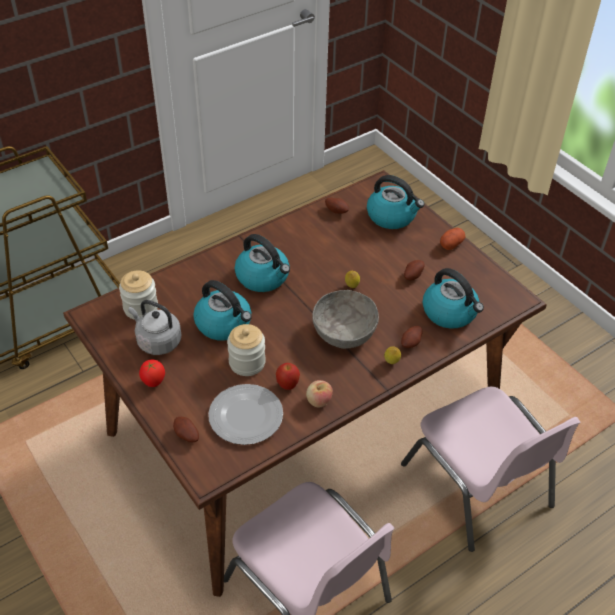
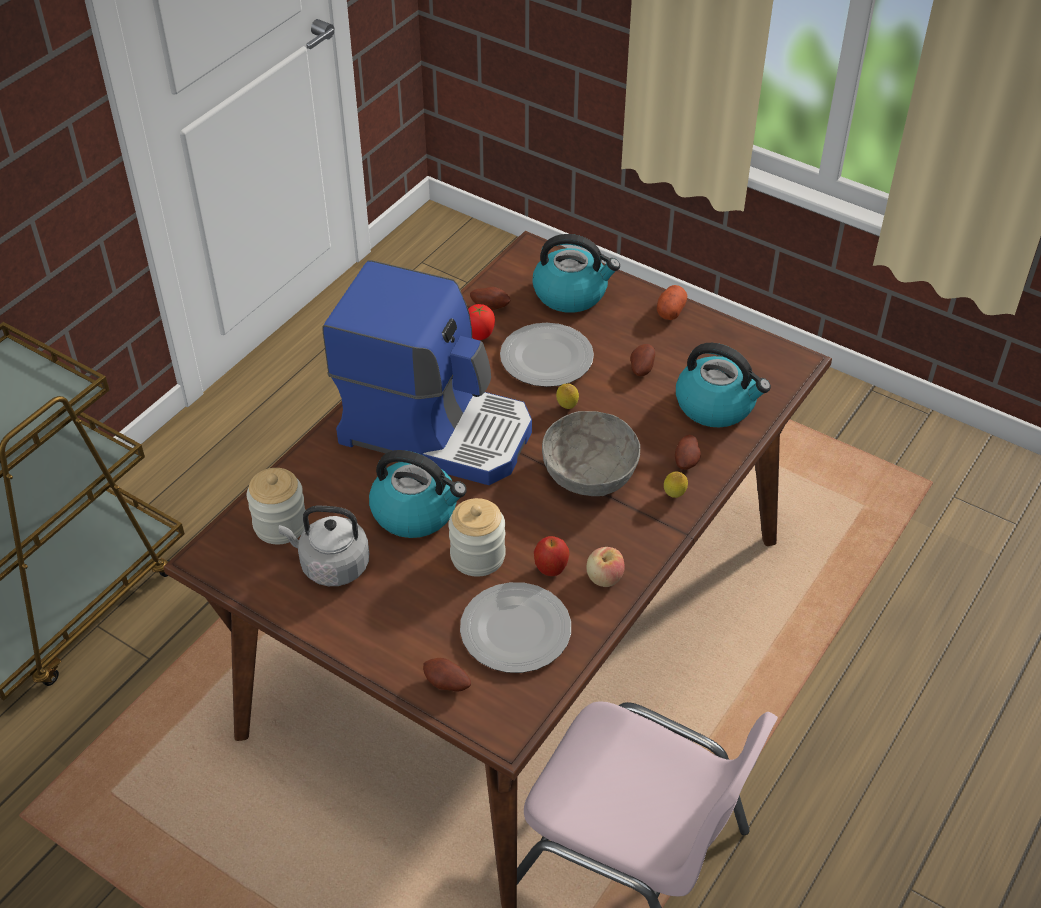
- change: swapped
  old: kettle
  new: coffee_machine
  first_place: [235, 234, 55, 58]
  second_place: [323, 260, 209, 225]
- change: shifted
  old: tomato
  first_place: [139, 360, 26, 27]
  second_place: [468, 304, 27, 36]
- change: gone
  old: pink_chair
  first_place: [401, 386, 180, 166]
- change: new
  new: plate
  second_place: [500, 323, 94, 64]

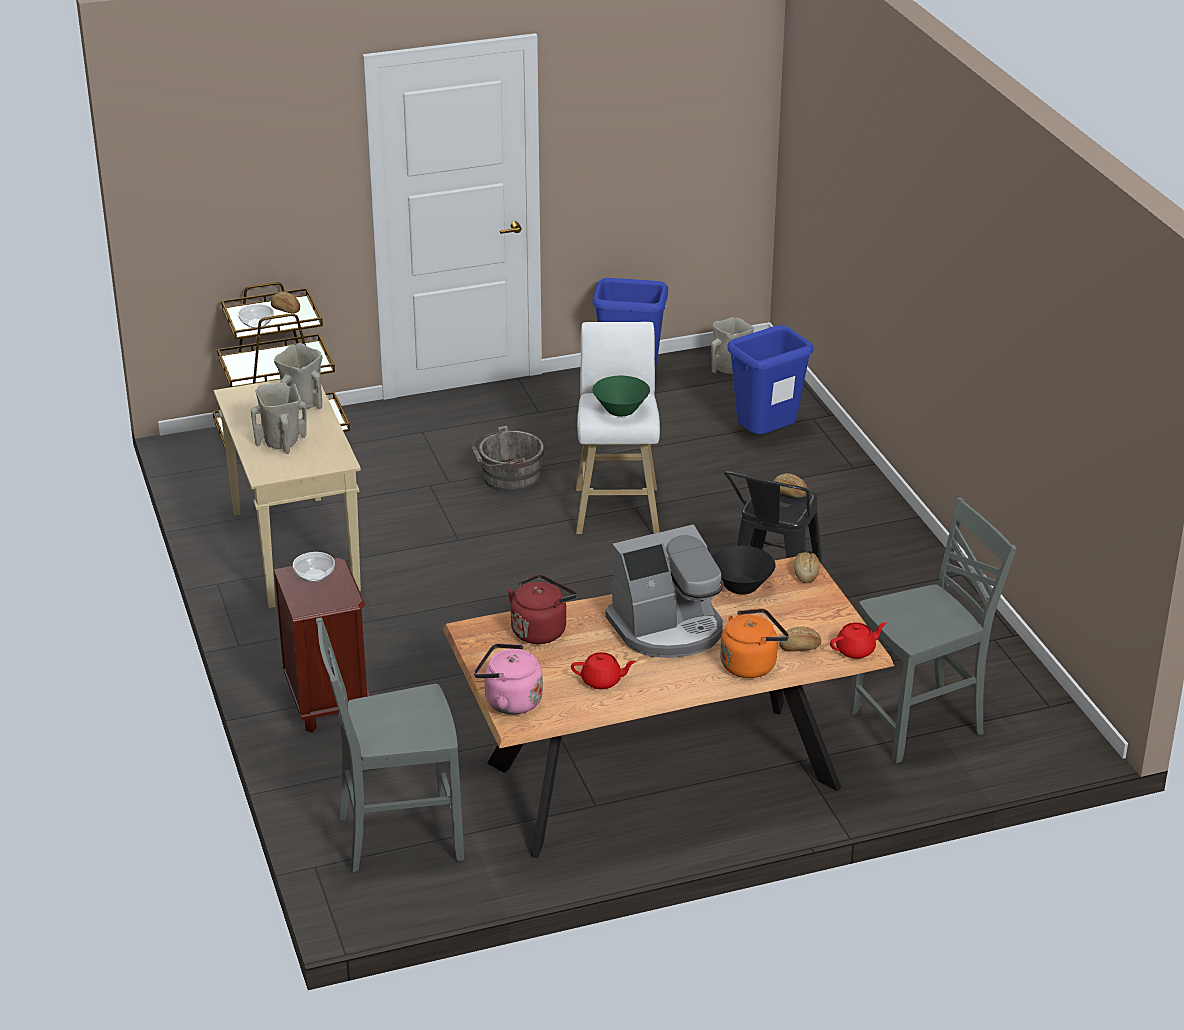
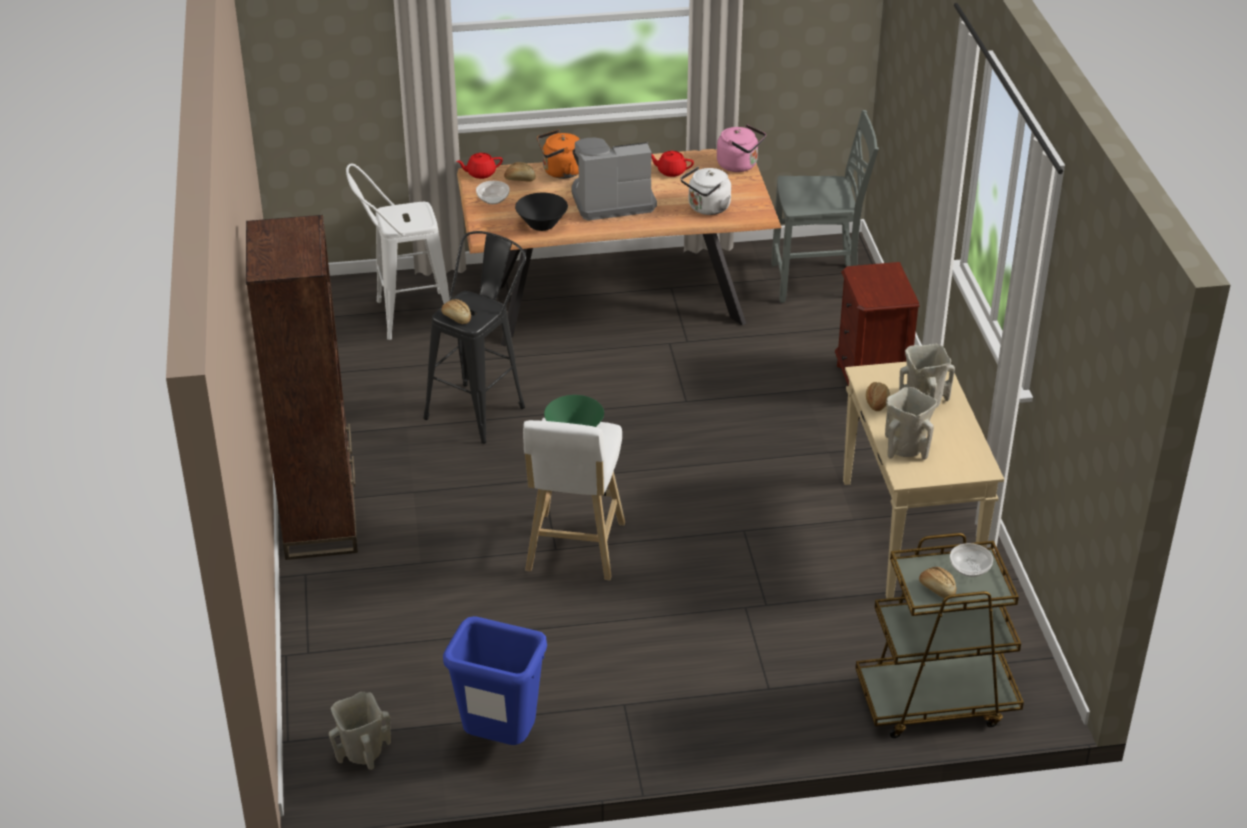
- change: gone
  old: blue_trash_can
  first_place: [727, 325, 86, 109]
- change: gone
  old: grey_bucket
  first_place: [471, 426, 73, 67]
- change: swapped
  old: grey_chair
  new: white_stool
  first_place: [849, 497, 168, 266]
  second_place: [346, 164, 104, 176]
- change: shifted
  old: bowl
  first_place: [293, 552, 42, 30]
  second_place: [476, 181, 34, 23]
- change: shifted
  old: bread
  first_place: [794, 552, 26, 32]
  second_place: [866, 382, 24, 29]
- change: repainted
  old: red_kettle
  new: white_kettle
  first_place: [508, 575, 69, 69]
  second_place: [681, 166, 50, 49]
- change: new
  new: brown_bookcase
  second_place: [246, 215, 112, 345]

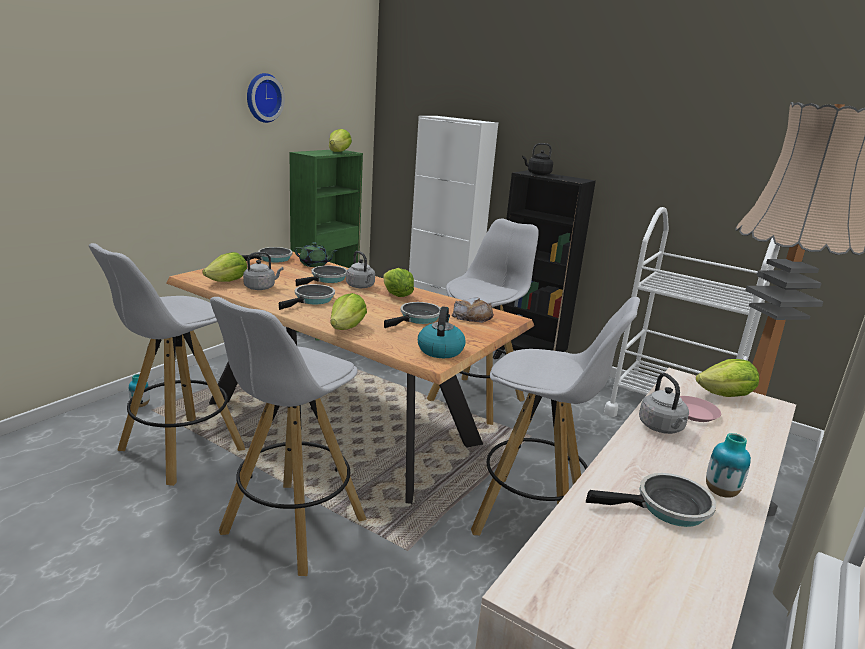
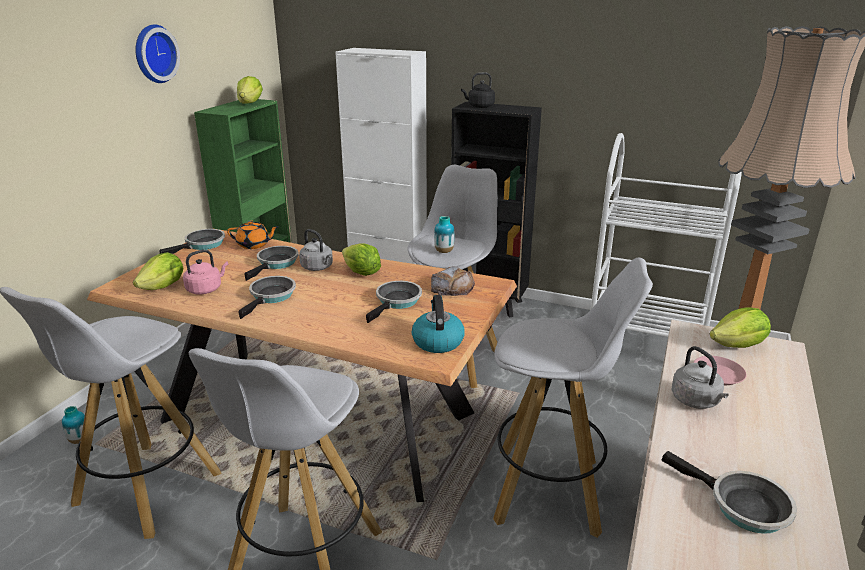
- change: repainted
  old: green_teapot
  new: orange_teapot
  first_place: [294, 242, 43, 25]
  second_place: [227, 220, 52, 29]
- change: repainted
  old: grey_kettle
  new: pink_kettle
  first_place: [243, 252, 41, 38]
  second_place: [183, 250, 45, 44]
- change: gone
  old: lettuce
  first_place: [330, 293, 37, 37]
- change: shifted
  old: vase
  first_place: [706, 433, 45, 65]
  second_place: [434, 216, 21, 37]
- change: rotated
  old: frying_pan
  first_place: [586, 473, 130, 54]
  second_place: [661, 451, 136, 83]
  degrees: 60

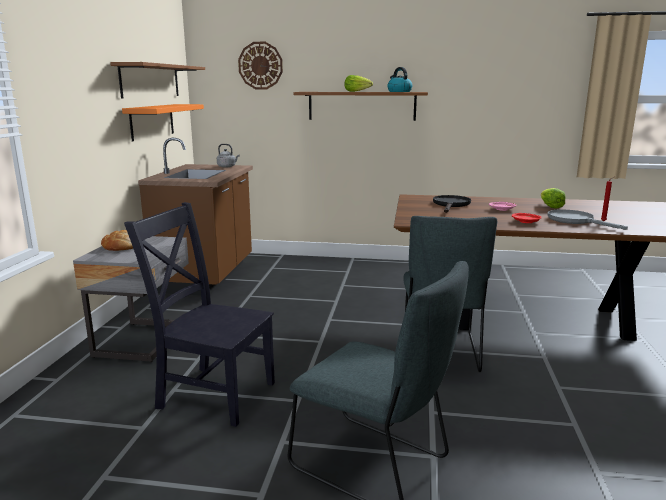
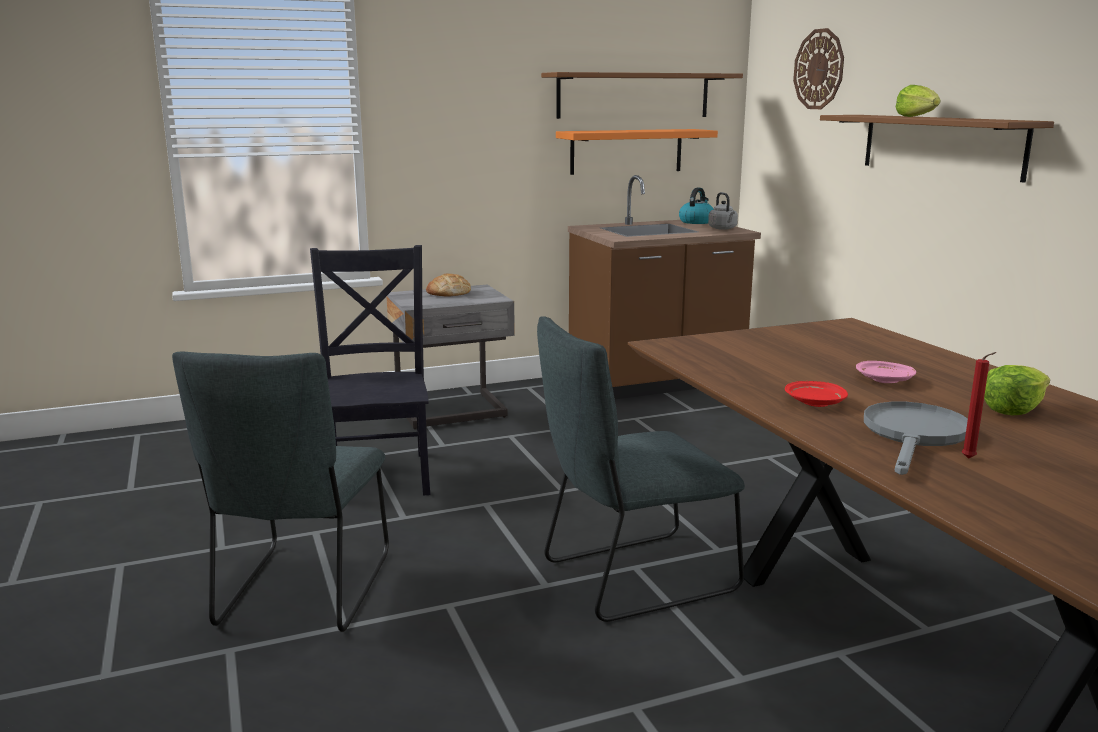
- change: shifted
  old: kettle
  first_place: [387, 67, 25, 25]
  second_place: [679, 188, 35, 36]
- change: gone
  old: black_frying_pan
  first_place: [433, 195, 38, 18]

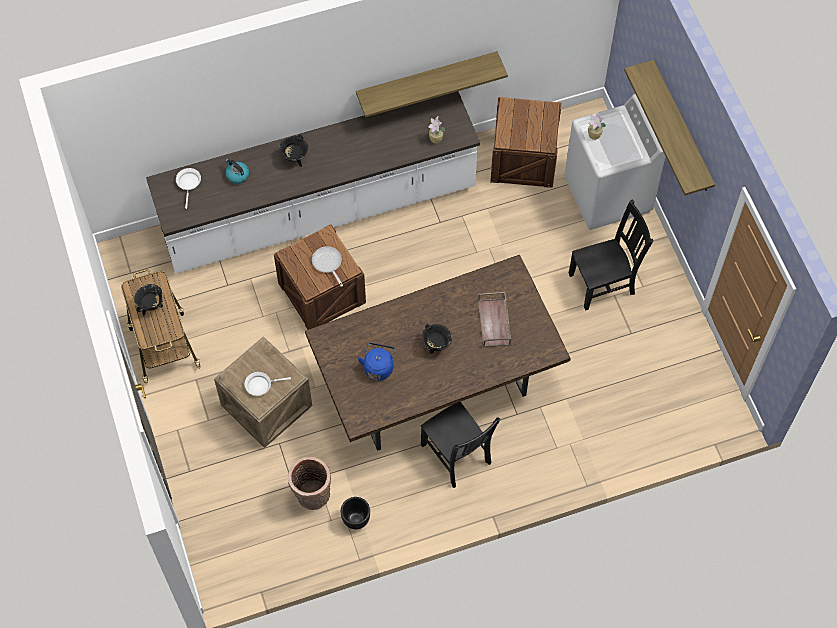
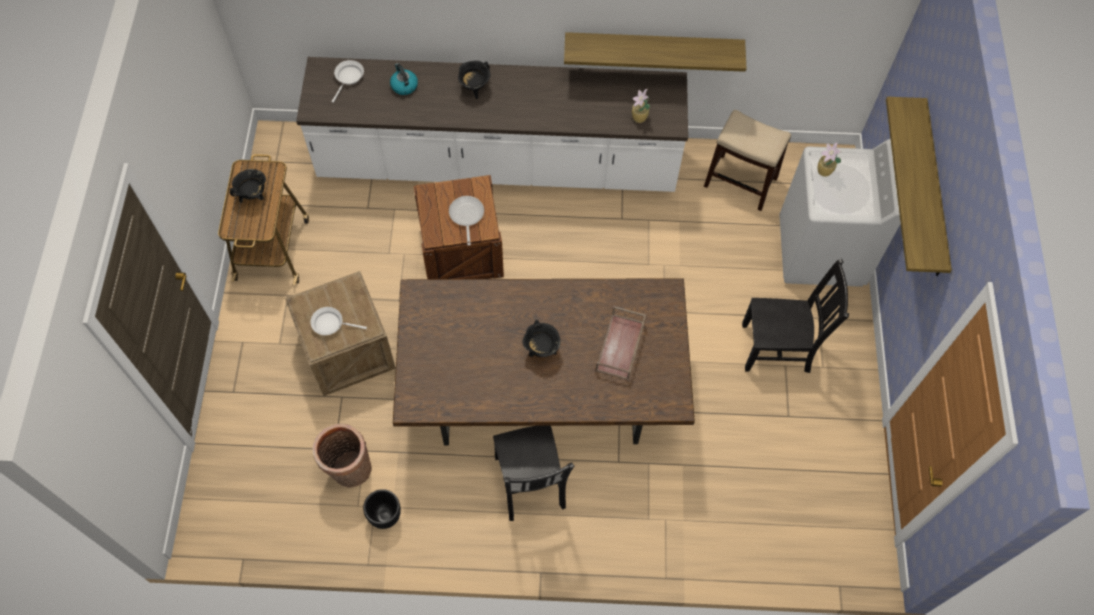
- change: swapped
  old: crate
  new: stool
  first_place: [490, 97, 71, 91]
  second_place: [704, 110, 87, 101]
- change: gone
  old: blue_kettle
  first_place: [357, 343, 38, 38]

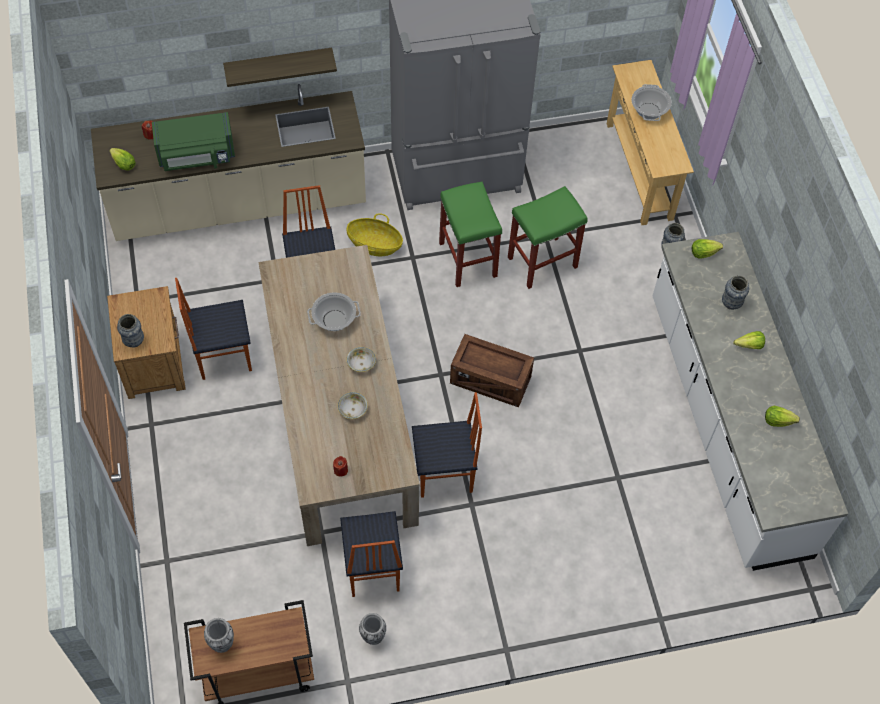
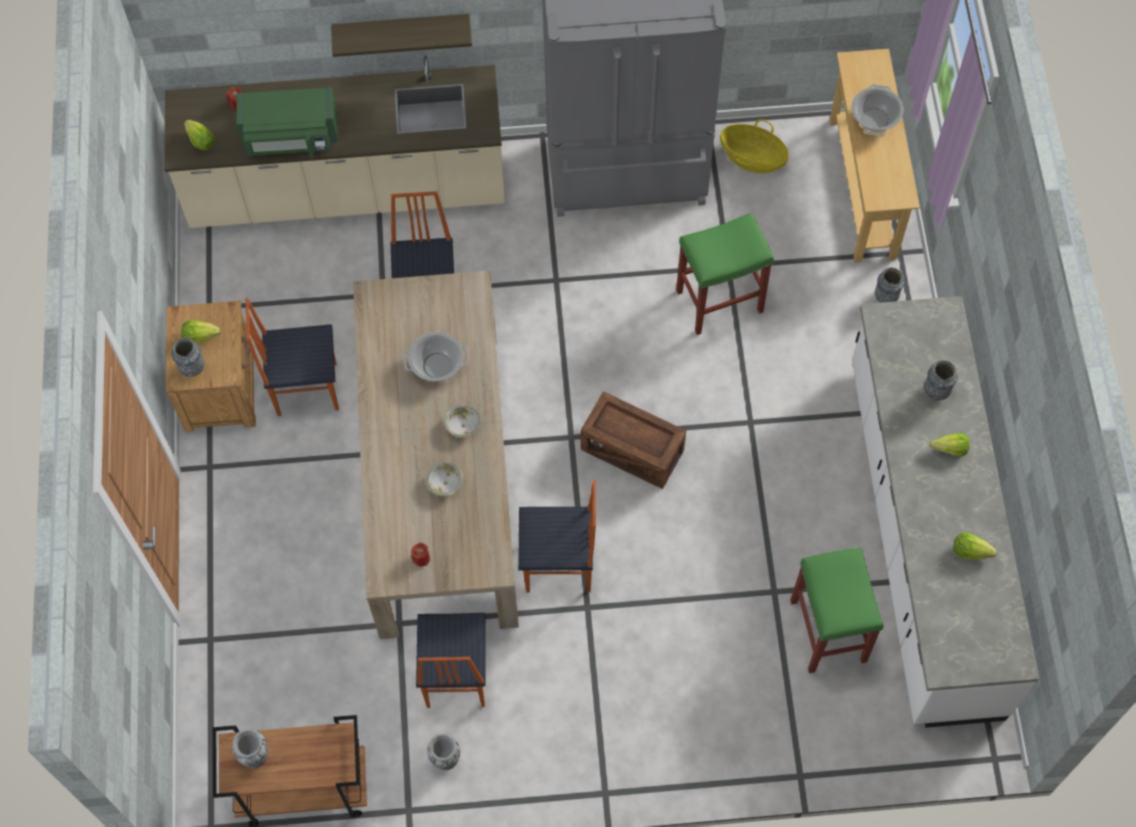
- change: shifted
  old: green_stool
  first_place: [439, 182, 63, 105]
  second_place: [790, 547, 93, 126]
- change: shifted
  old: basket
  first_place: [346, 213, 57, 43]
  second_place: [720, 120, 69, 53]
- change: shifted
  old: lettuce
  first_place: [692, 239, 31, 20]
  second_place: [181, 320, 40, 23]

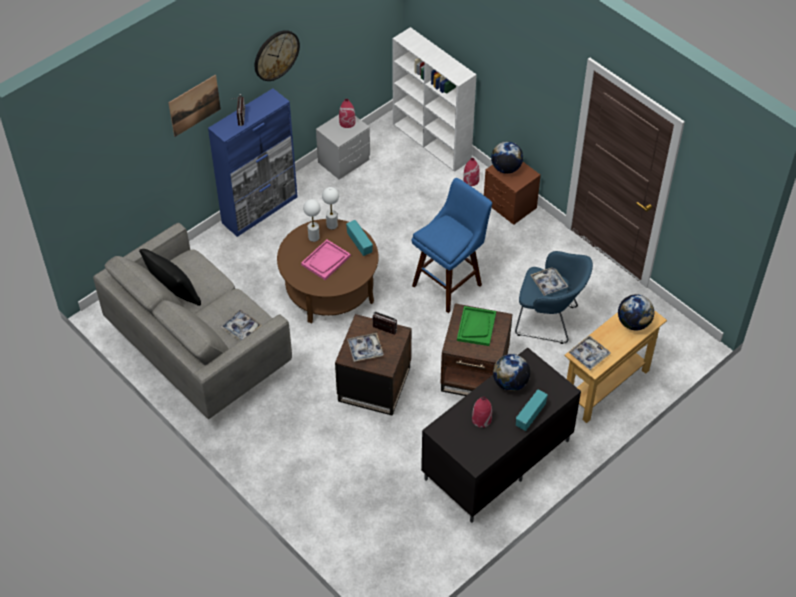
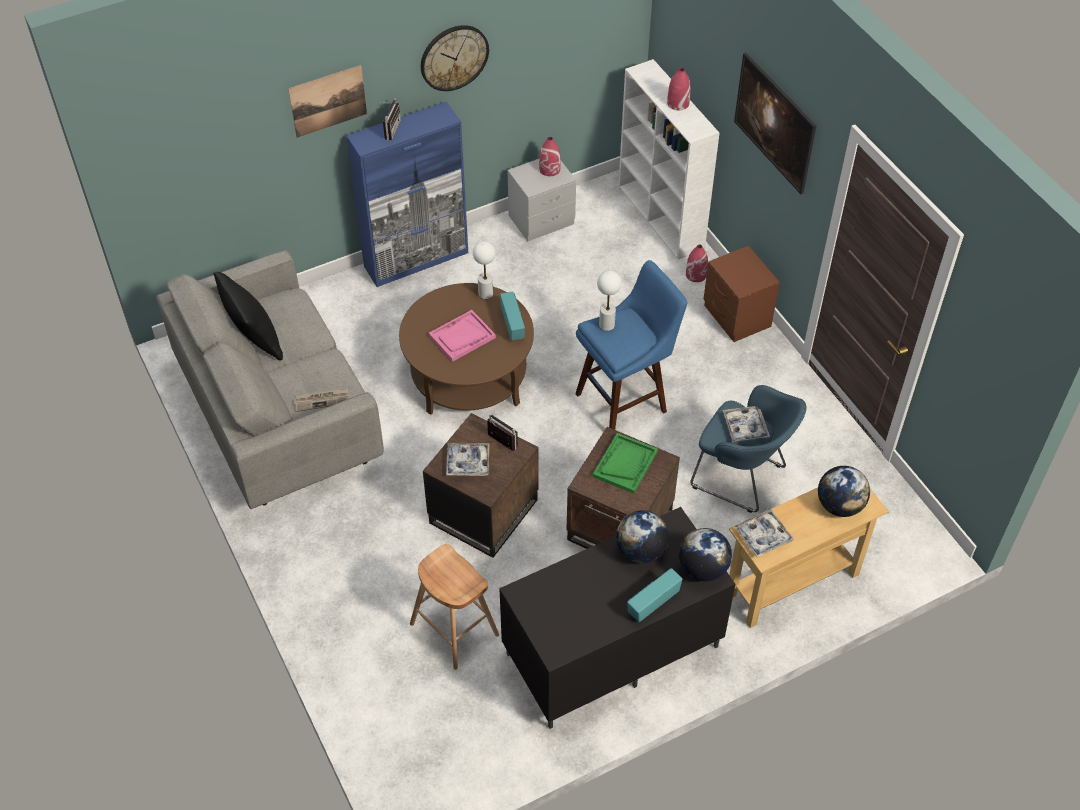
- change: shifted
  old: globe
  first_place: [491, 141, 32, 33]
  second_place: [679, 528, 53, 53]
- change: shifted
  old: white_table_lamp
  first_place: [303, 199, 18, 43]
  second_place: [597, 270, 24, 61]
- change: swapped
  old: tray
  new: newspaper
  first_place: [221, 309, 41, 32]
  second_place: [294, 388, 54, 24]
- change: shifted
  old: red_vase
  first_place: [472, 396, 20, 32]
  second_place: [667, 68, 24, 42]
- change: new
  new: picture
  second_place: [734, 53, 83, 141]
- change: new
  new: brown_stool
  second_place: [410, 544, 89, 126]

